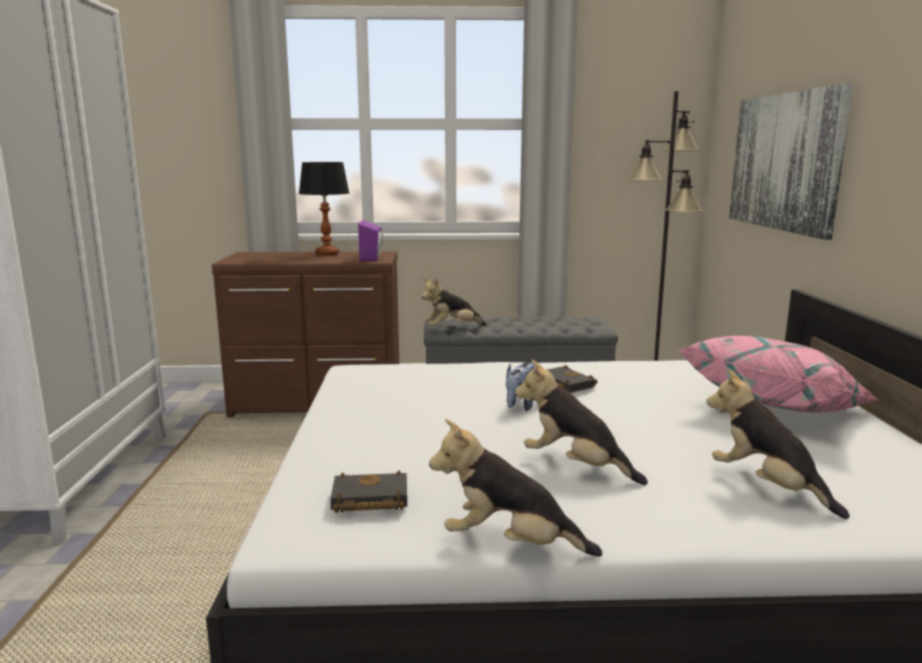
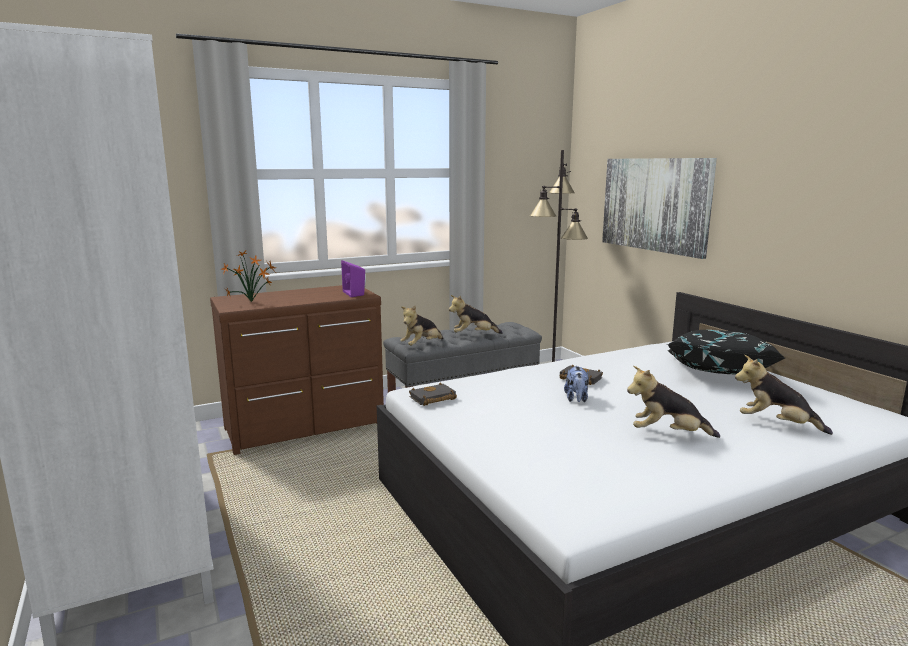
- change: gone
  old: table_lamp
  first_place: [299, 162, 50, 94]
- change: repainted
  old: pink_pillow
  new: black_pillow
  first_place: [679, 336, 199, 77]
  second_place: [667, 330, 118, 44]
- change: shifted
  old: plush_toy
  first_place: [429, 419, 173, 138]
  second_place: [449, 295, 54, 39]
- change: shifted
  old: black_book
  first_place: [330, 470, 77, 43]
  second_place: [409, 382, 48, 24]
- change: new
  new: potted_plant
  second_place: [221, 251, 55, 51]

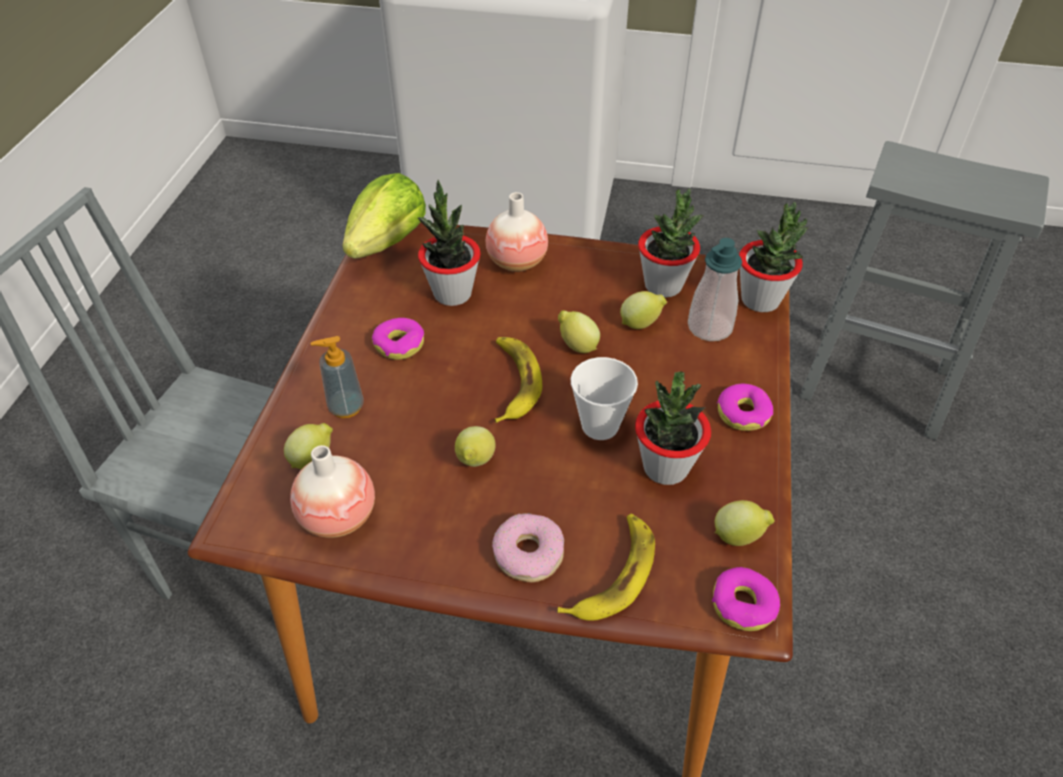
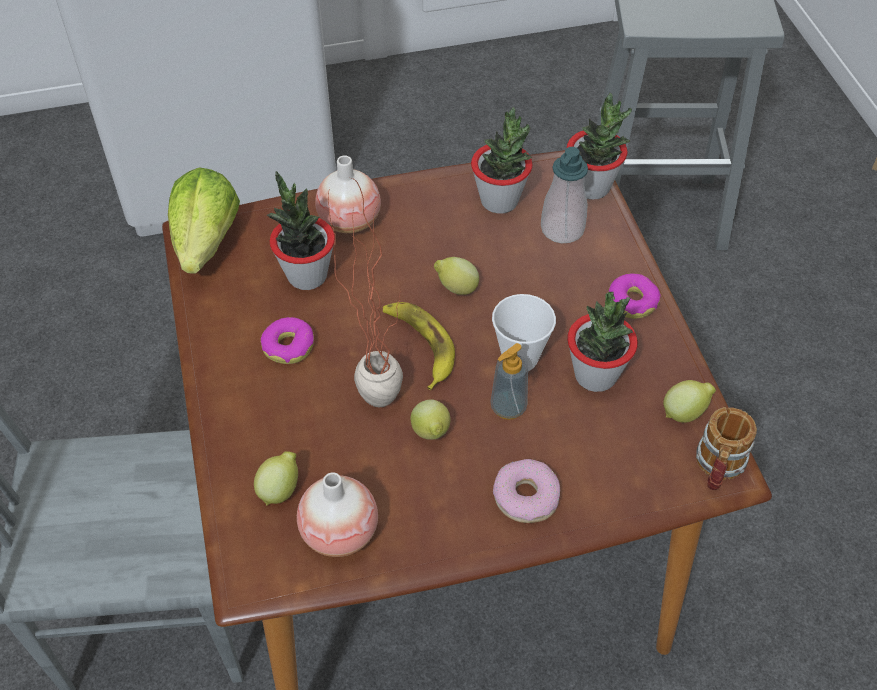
- change: gone
  old: lemon
  first_place: [620, 291, 47, 38]
- change: shifted
  old: soap_dispenser
  first_place: [310, 336, 54, 82]
  second_place: [490, 343, 38, 77]
- change: gone
  old: banana
  first_place: [557, 514, 98, 107]
- change: swapped
  old: donut
  new: mug
  first_place: [712, 567, 68, 64]
  second_place: [696, 407, 61, 83]
- change: new
  new: potted_plant
  second_place: [328, 178, 75, 229]

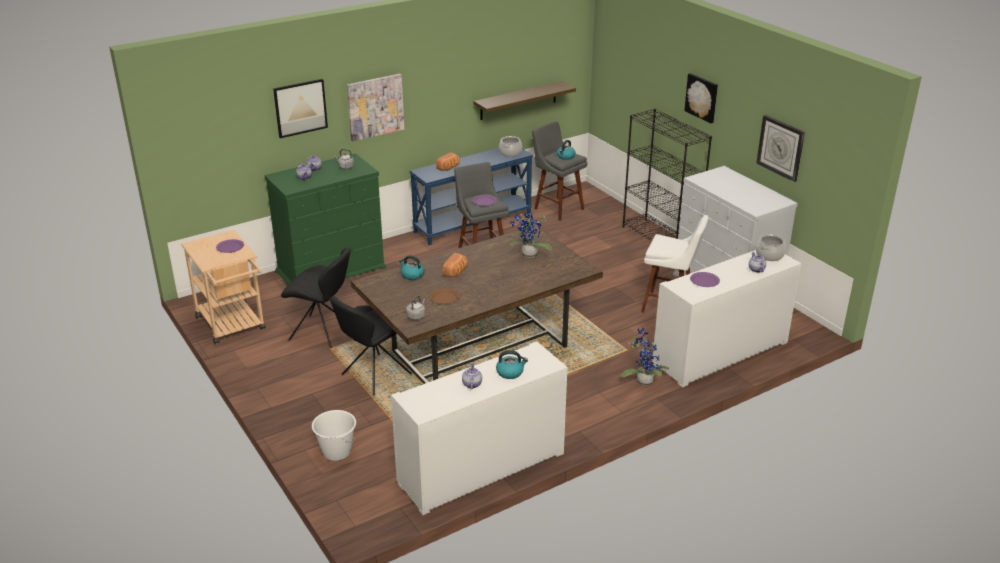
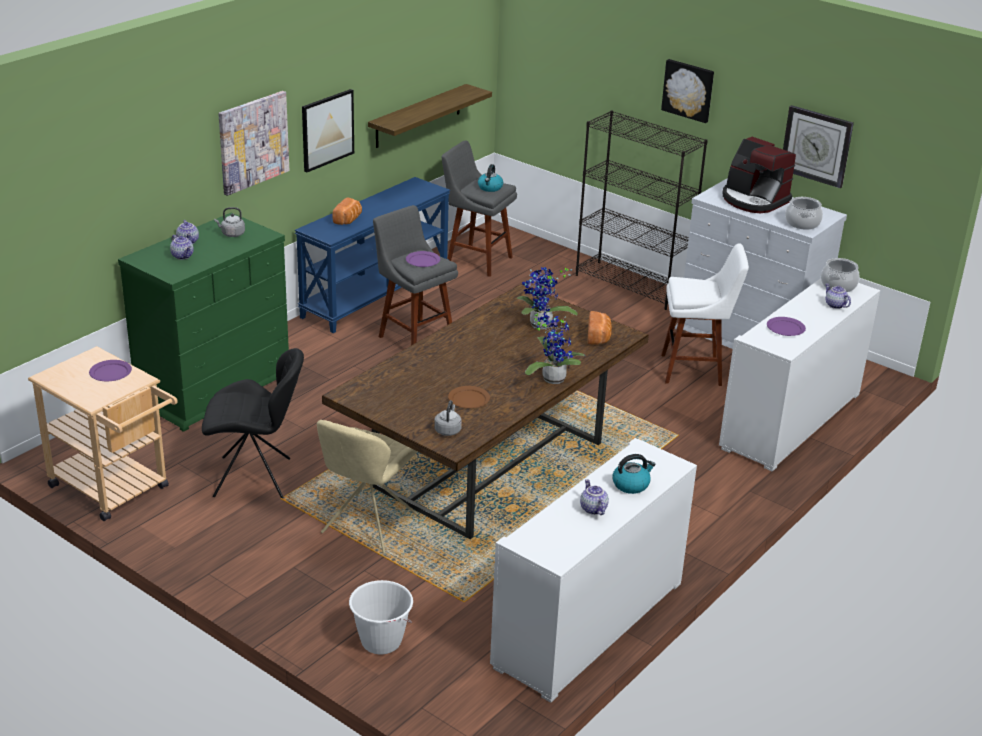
- change: shifted
  old: picture
  first_place: [273, 79, 55, 59]
  second_place: [302, 89, 52, 84]
- change: shifted
  old: cooking_pot
  first_place: [499, 136, 23, 21]
  second_place: [785, 197, 38, 33]
- change: shifted
  old: bread
  first_place: [442, 253, 26, 24]
  second_place: [588, 311, 24, 34]
- change: gone
  old: kettle
  first_place: [399, 255, 25, 25]
- change: repainted
  old: black_chair
  new: beige_chair
  first_place: [330, 296, 81, 99]
  second_place: [317, 420, 101, 133]
- change: shifted
  old: potted_plant
  first_place: [621, 327, 48, 59]
  second_place: [525, 301, 60, 83]
- change: new
  new: coffee_machine
  second_place: [722, 137, 74, 76]

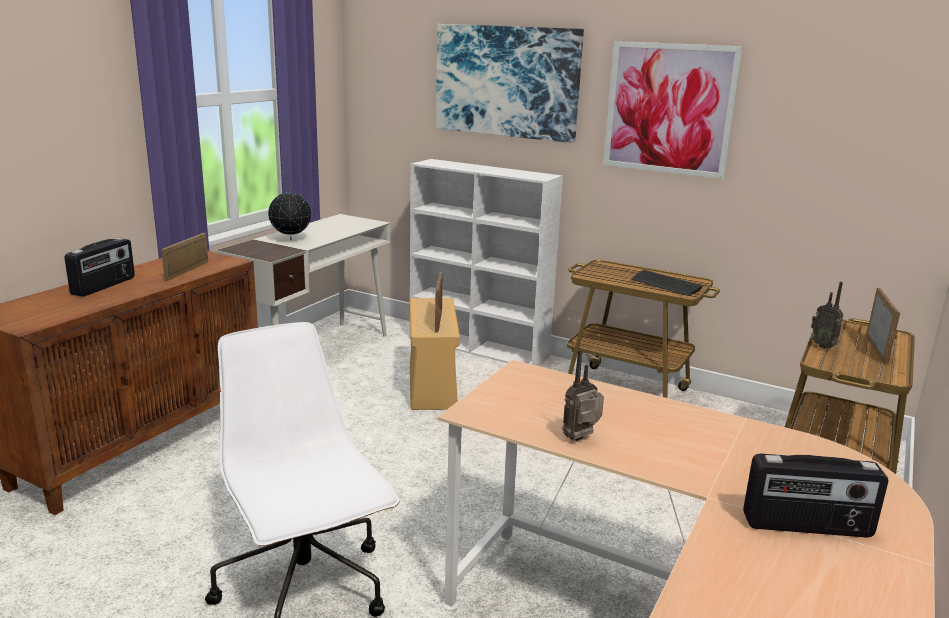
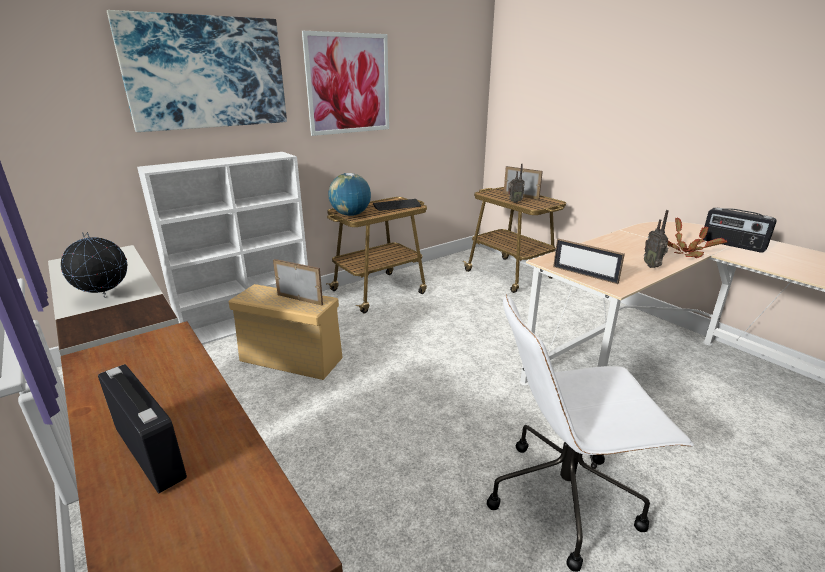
- change: shifted
  old: picture_frame
  first_place: [161, 233, 47, 48]
  second_place: [553, 239, 72, 45]
- change: rotated
  old: radio
  first_place: [743, 454, 146, 84]
  second_place: [703, 208, 74, 45]
  degrees: 105
- change: new
  new: globe
  second_place: [328, 173, 43, 43]
- change: new
  new: potted_plant
  second_place: [667, 217, 60, 41]

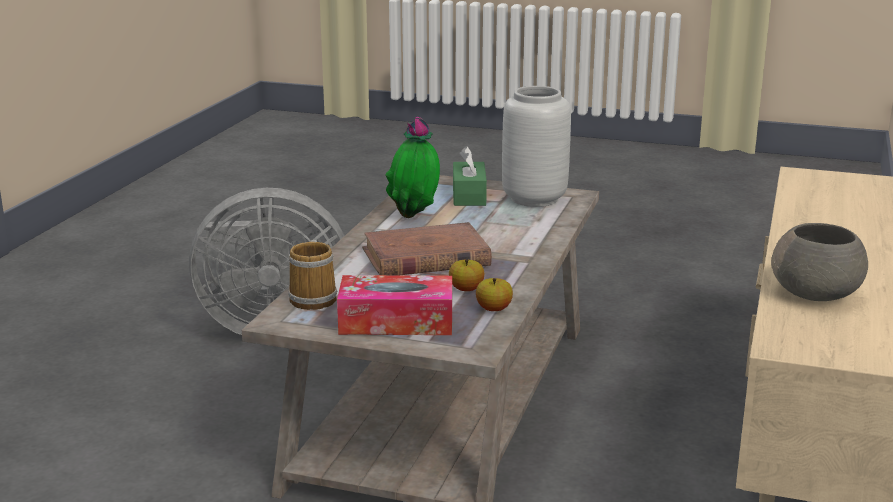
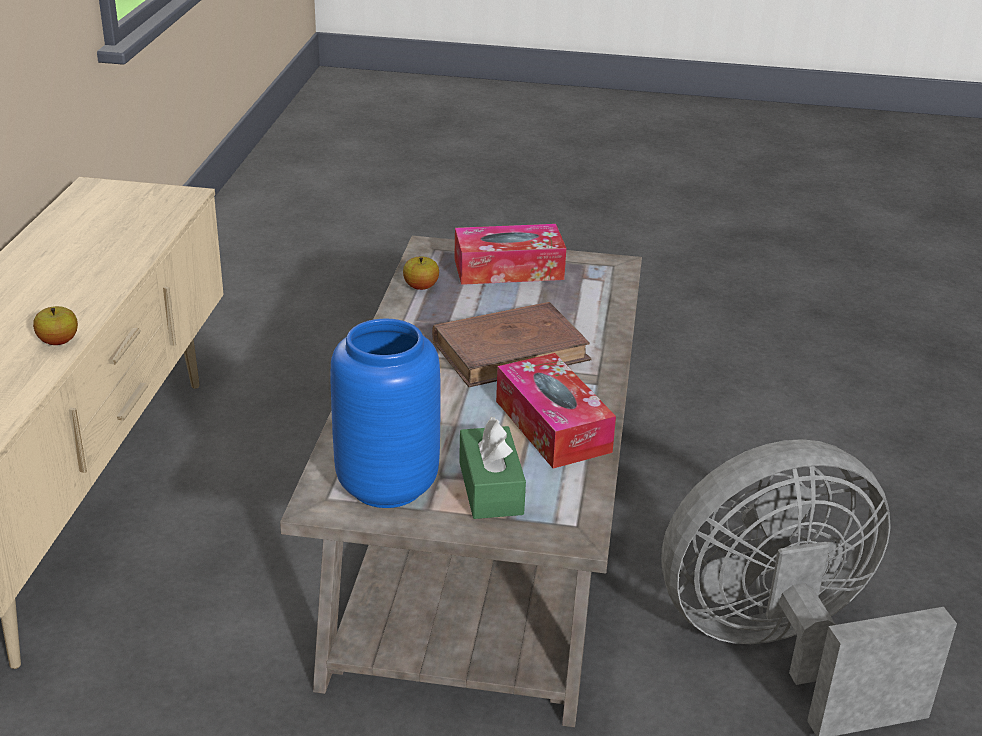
- change: repainted
  old: grey_vase
  new: blue_vase
  first_place: [502, 86, 69, 121]
  second_place: [331, 319, 110, 189]
- change: swapped
  old: potted_plant
  new: tissue_box
  first_place: [385, 117, 55, 101]
  second_place: [496, 353, 120, 115]
- change: gone
  old: grey_bowl
  first_place: [771, 223, 97, 78]
- change: gone
  old: mug
  first_place: [288, 240, 49, 70]
- change: shifted
  old: apple
  first_place: [449, 259, 35, 32]
  second_place: [33, 306, 45, 39]

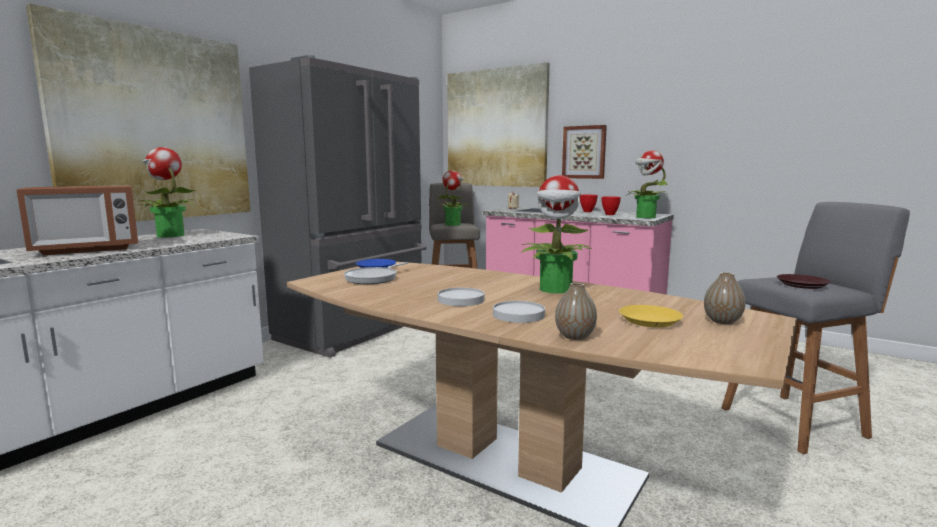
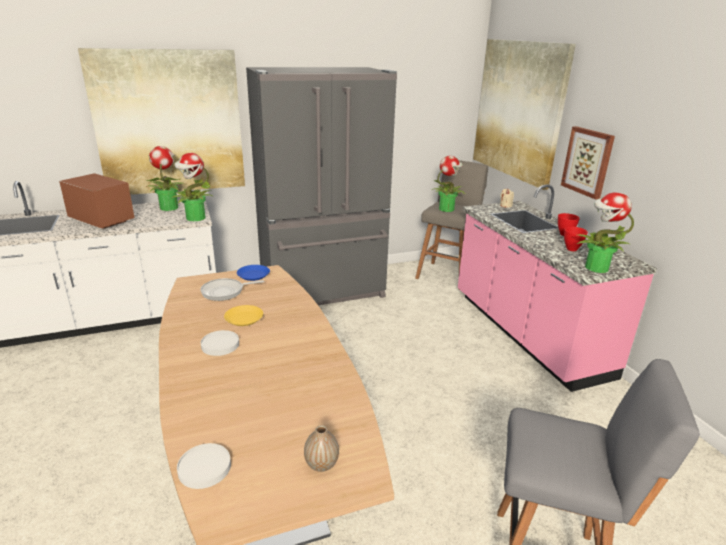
- change: shifted
  old: potted_plant
  first_place: [521, 175, 70, 119]
  second_place: [171, 153, 43, 68]
- change: rotated
  old: microwave
  first_place: [17, 185, 121, 70]
  second_place: [59, 173, 76, 56]
  degrees: -150
- change: gone
  old: brown_plate
  first_place: [777, 274, 54, 15]
- change: gone
  old: vase
  first_place: [555, 283, 42, 57]
- change: shifted
  old: white_plate
  first_place: [493, 301, 52, 22]
  second_place: [177, 443, 54, 46]
- change: shifted
  old: yellow_plate
  first_place: [619, 305, 64, 22]
  second_place: [224, 305, 39, 21]

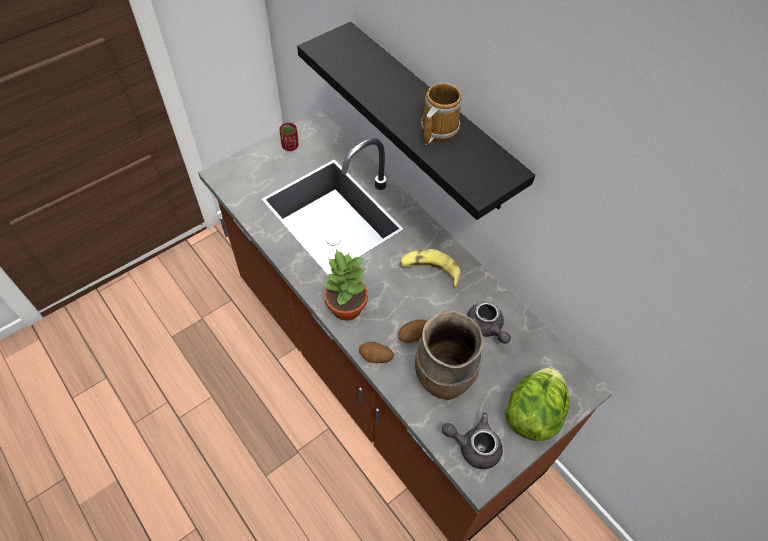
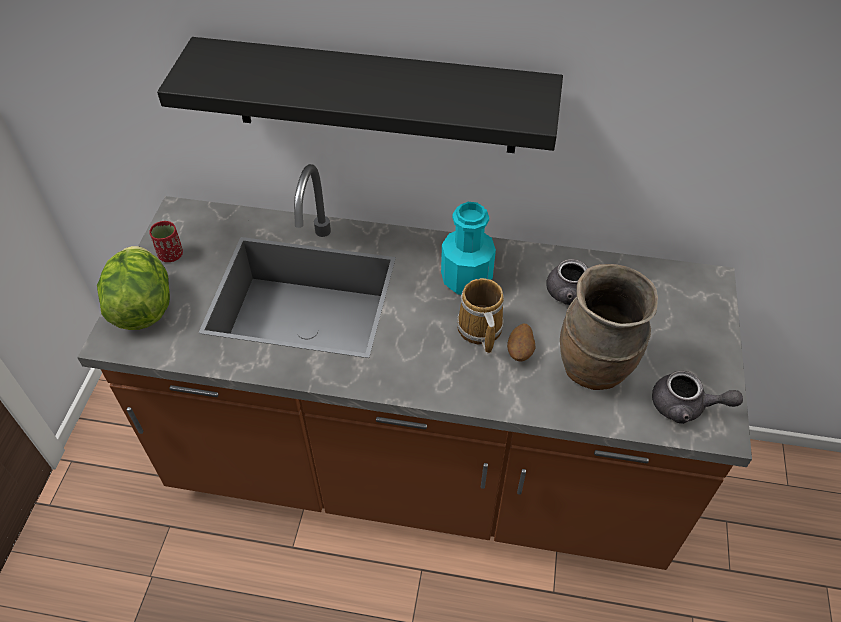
- change: shifted
  old: mug
  first_place: [421, 83, 41, 62]
  second_place: [457, 278, 47, 75]
- change: swapped
  old: banana
  new: turquoise_bottle
  first_place: [400, 249, 60, 39]
  second_place: [441, 202, 55, 93]
- change: gone
  old: potted_plant
  first_place: [321, 250, 47, 71]
- change: gone
  old: potato
  first_place: [359, 342, 35, 21]
- change: shifted
  old: lettuce
  first_place: [505, 367, 65, 74]
  second_place: [97, 246, 73, 84]
- change: rotated
  old: grey_teapot
  first_place: [442, 413, 61, 56]
  second_place: [652, 371, 91, 53]
  degrees: -135

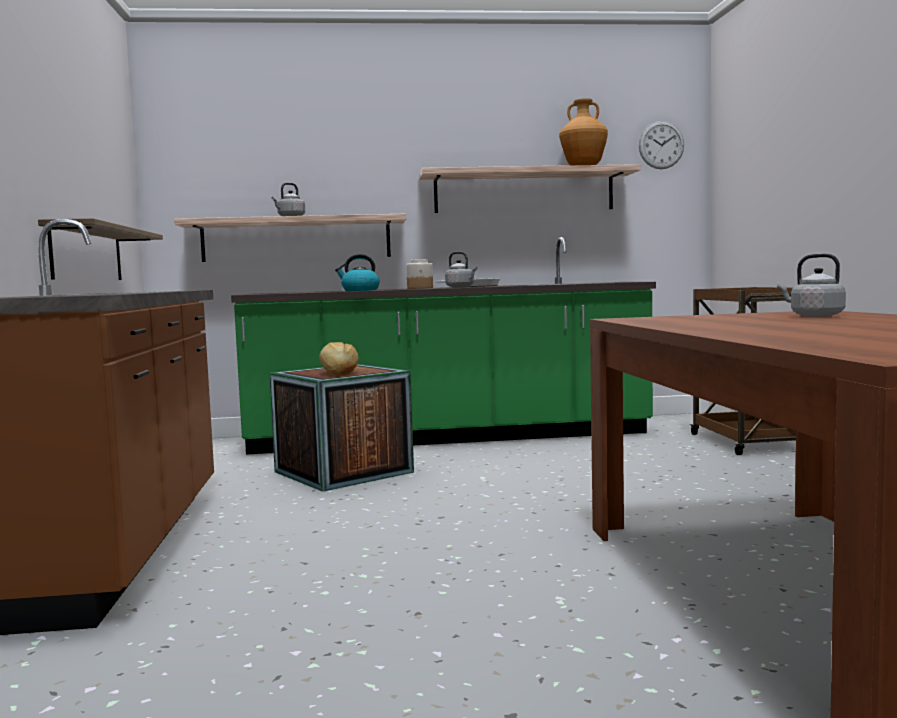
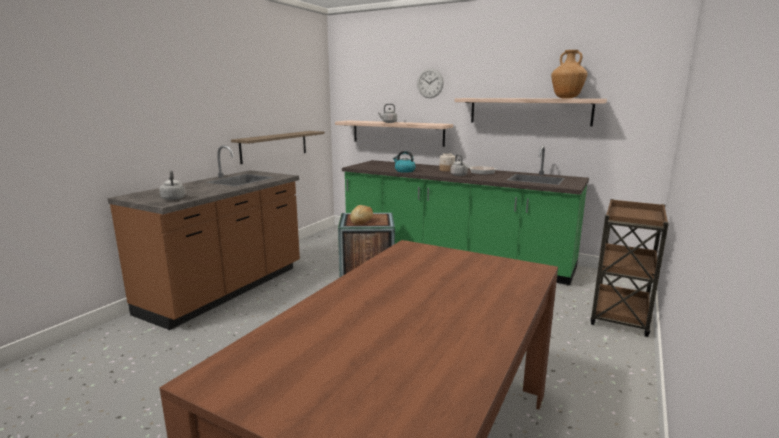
- change: shifted
  old: wall_clock
  first_place: [639, 121, 45, 48]
  second_place: [417, 68, 27, 30]
- change: shifted
  old: grey_kettle
  first_place: [777, 254, 69, 63]
  second_place: [159, 170, 27, 30]

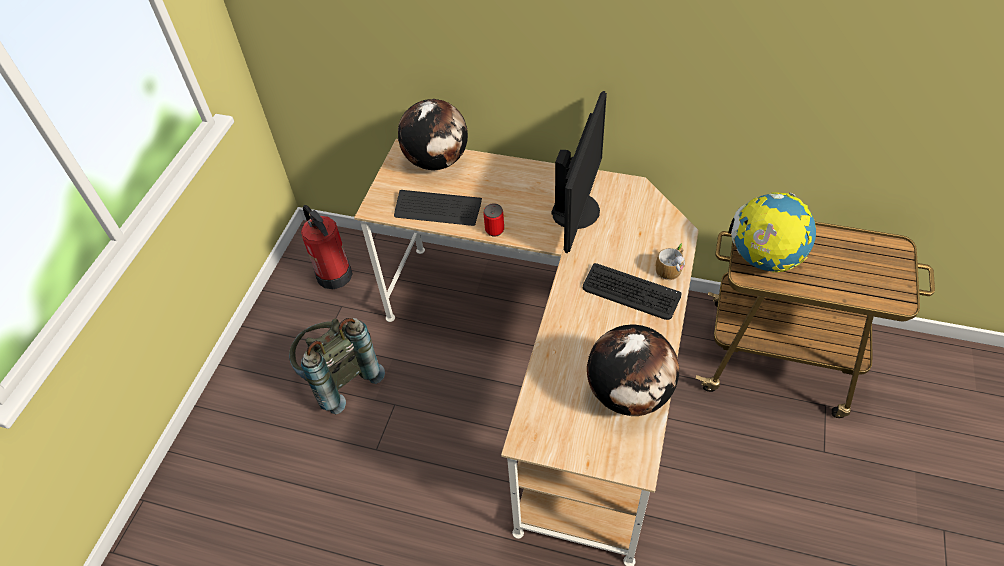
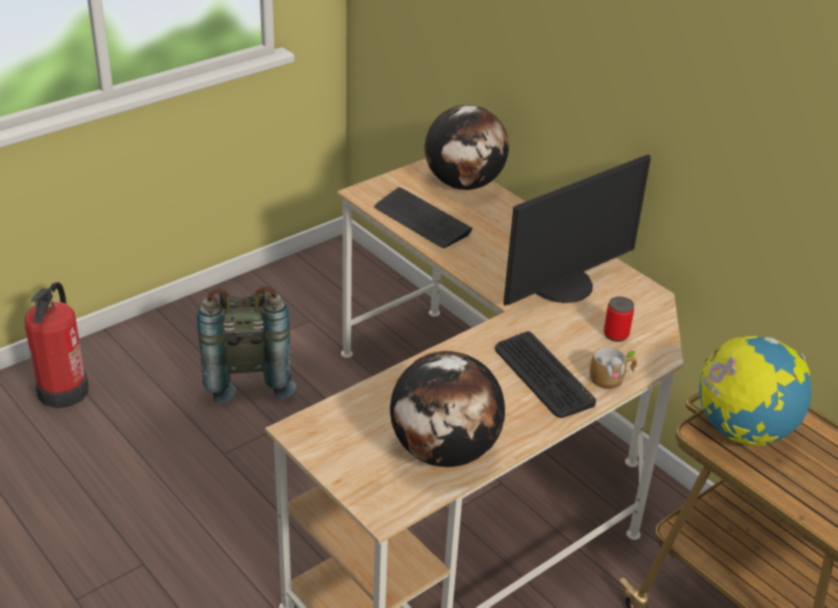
- change: shifted
  old: can
  first_place: [483, 203, 21, 33]
  second_place: [604, 297, 30, 45]
- change: shifted
  old: fire_extinguisher
  first_place: [301, 205, 52, 84]
  second_place: [25, 282, 64, 126]

